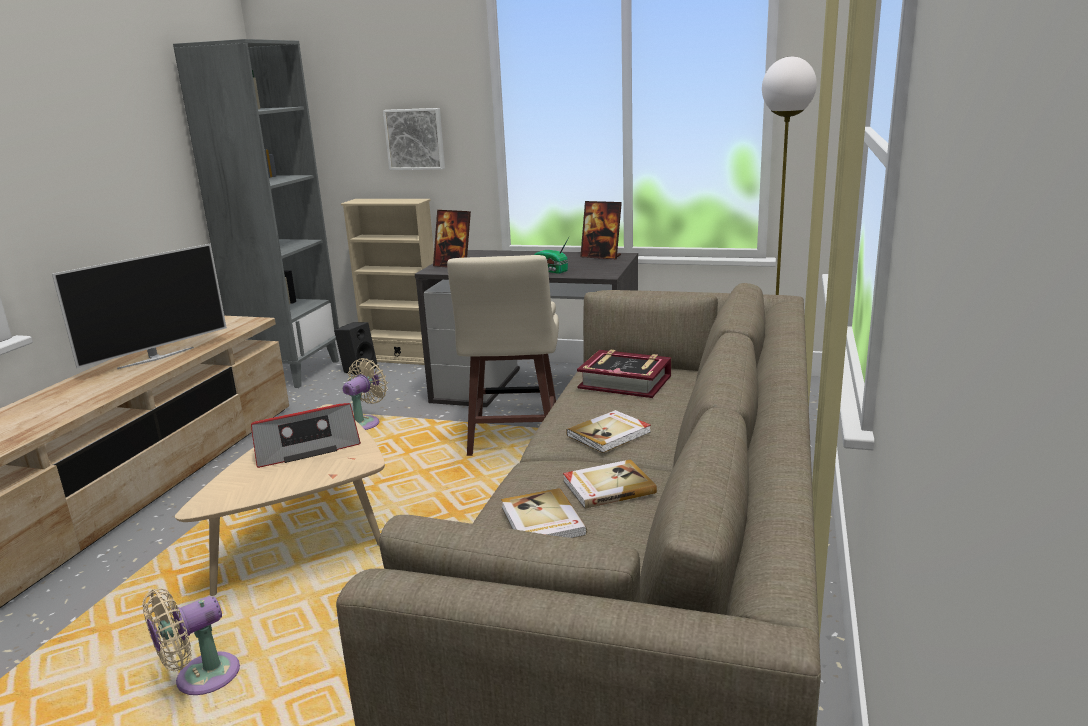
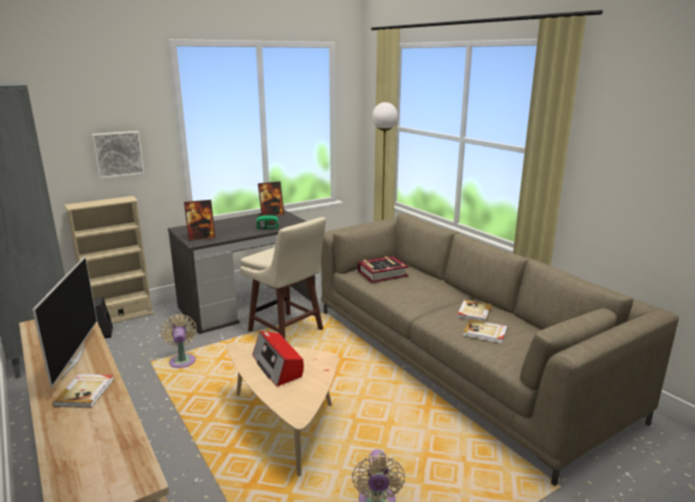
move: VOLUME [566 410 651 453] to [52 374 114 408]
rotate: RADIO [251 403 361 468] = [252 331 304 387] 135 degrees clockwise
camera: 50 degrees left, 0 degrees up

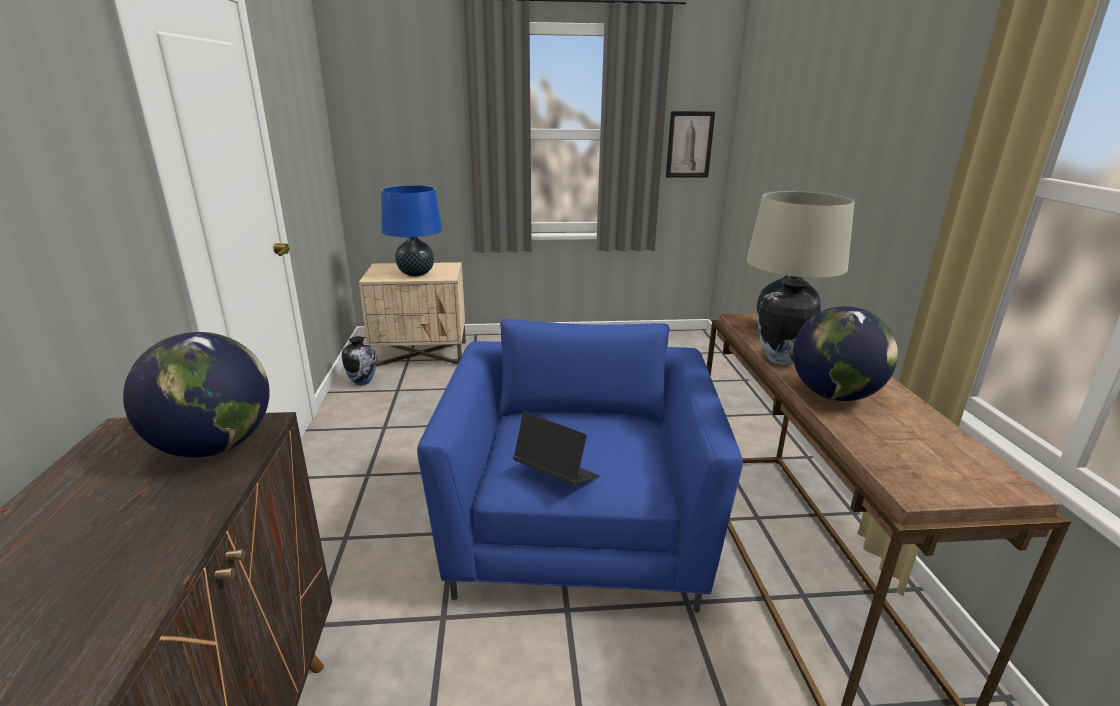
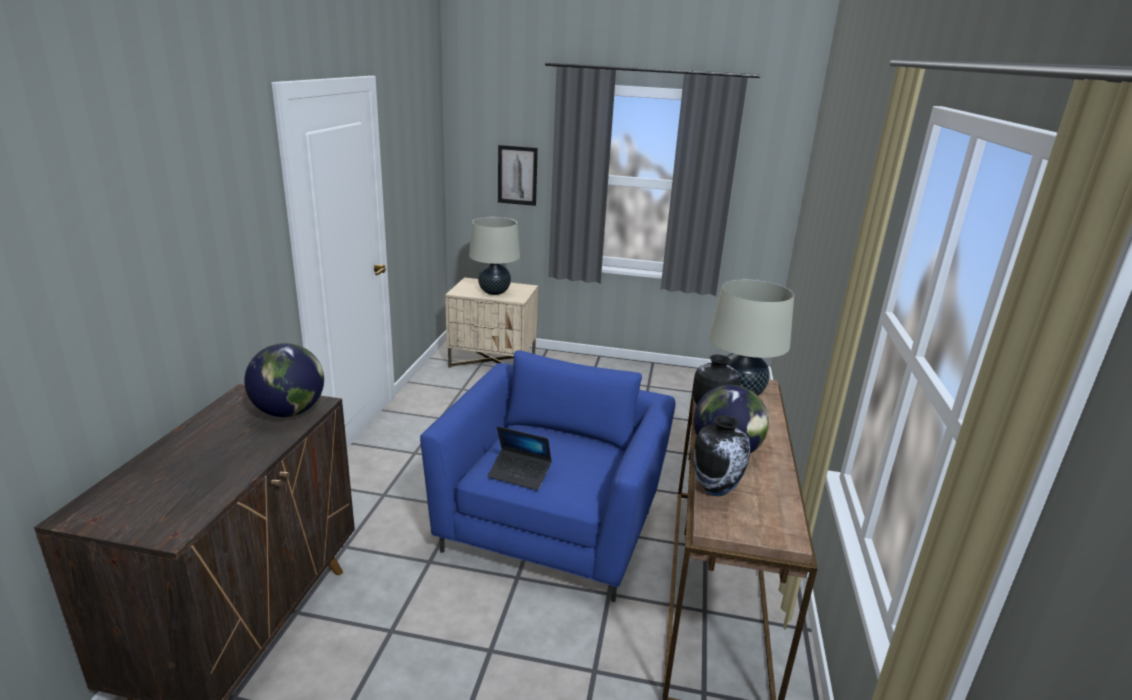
move: WALL ART [666 111 715 177] to [498 145 538 206]; VASE [342 336 377 385] to [694 415 751 496]
recolor: BLUISH TABLETOP LAMP [381 185 442 276] to BEIGE-COLOURED TABLETOP LAMP [469 217 520 295]
rotate: PORTABLE COMPUTER [513 412 600 486] = [488 426 552 490] 150 degrees clockwise
camera: 15 degrees right, 0 degrees up

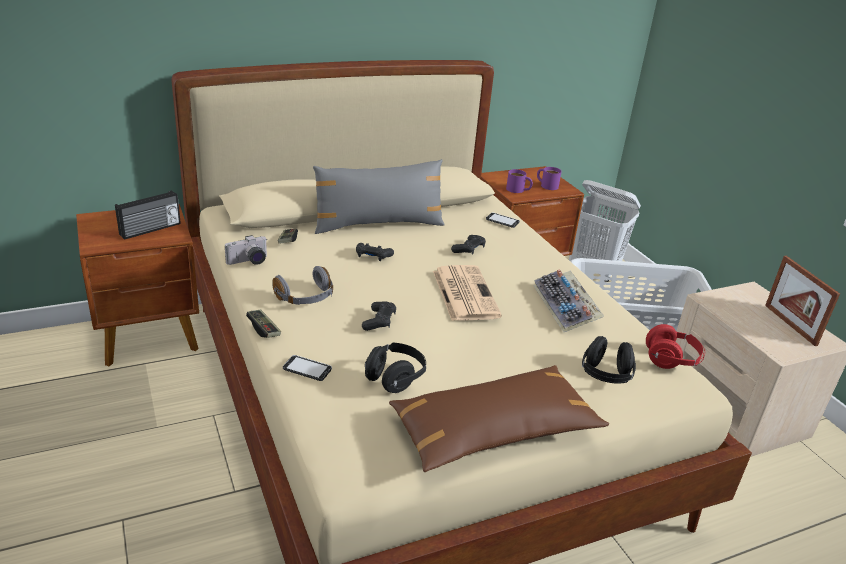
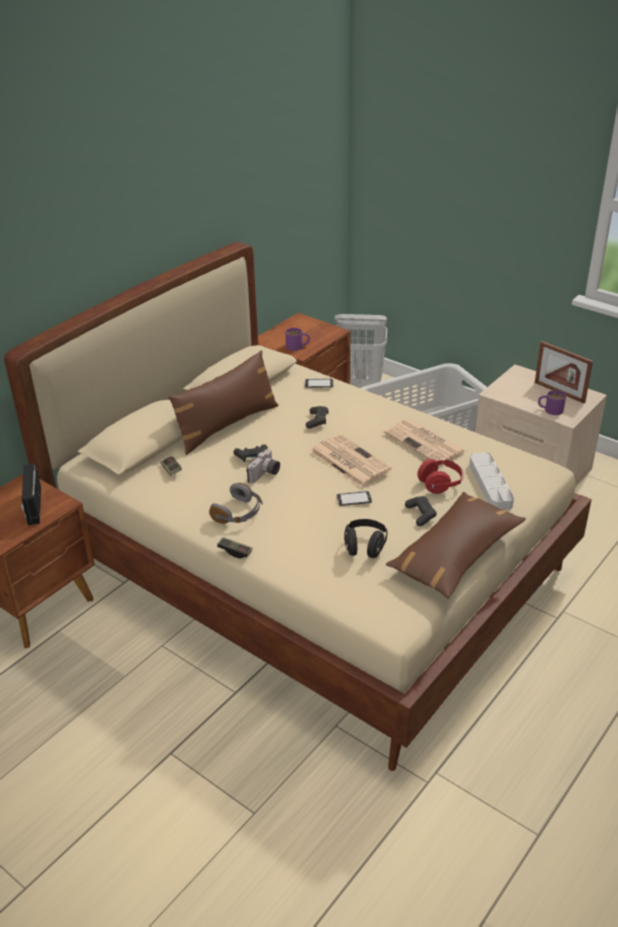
move: PURPLE-COLOURED MUG [537 167 562 190] to [538 390 566 415]; PHOTO CAMERA [225 235 267 265] to [246 449 280 484]; BLACKISH GAMEPAD [362 302 396 331] to [405 496 437 526]; REDDISH HEADSET [646 324 705 369] to [417 459 464 494]; TELEPHONE [283 355 332 381] to [336 491 372 506]
replace: COMPUTER KEYBOARD [534 269 604 332] to NEWSPAPER [384 418 466 466]; BLACKISH HEADSET [582 336 636 384] to GREY TRAY [469 452 514 510]
recolor: GREY CUSHION [313 159 445 234] to BROWNISH CUSHION [168 350 279 455]
rotate: RADIO [115 190 181 240] = [21 463 41 526] 150 degrees clockwise
camera: 25 degrees left, 5 degrees up

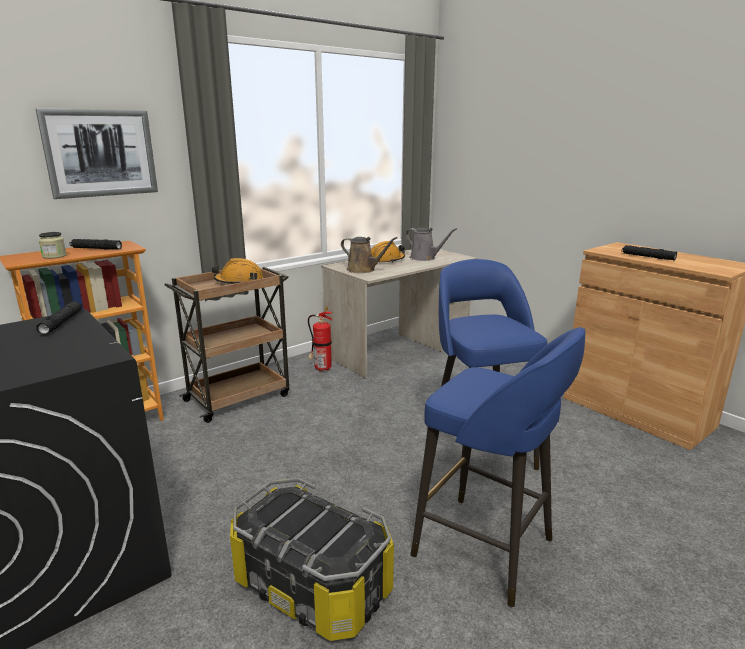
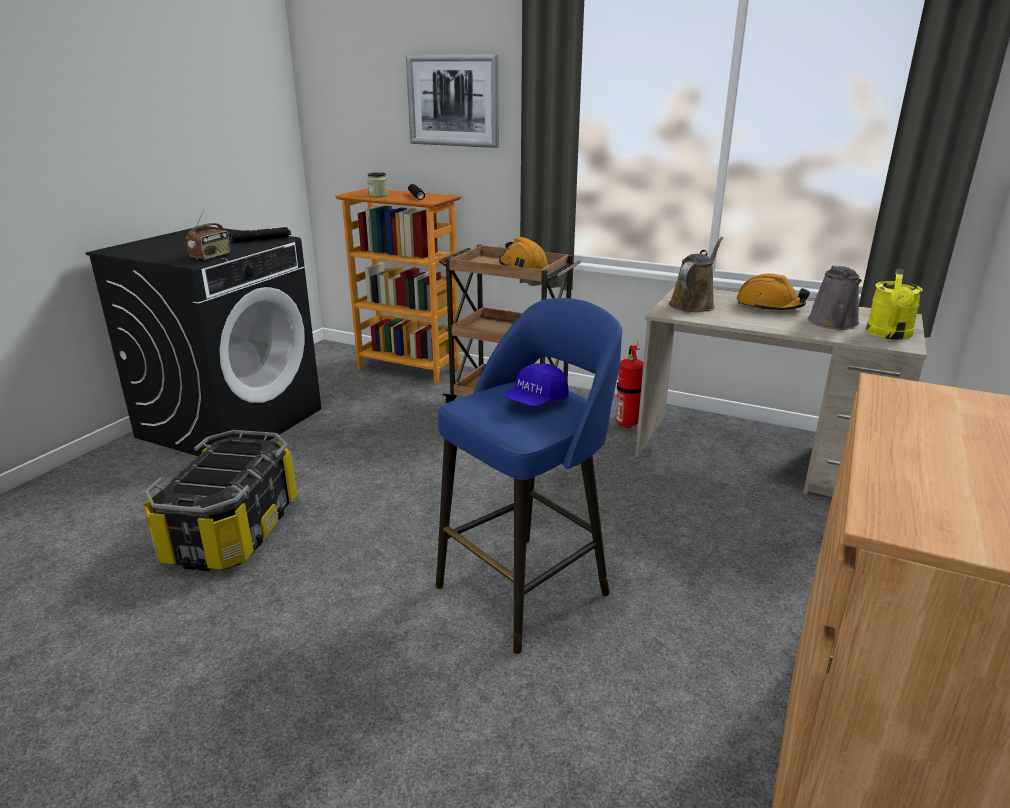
delete: BLACKISH FLASHLIGHT [622 245 677 260]; BLUISH STOOL SEAT [411 327 585 607]
insert: RADIO [186 210 230 260]; YELLOW SPRINKLING CAN [866 269 923 340]; BLUISH PEAKED CAP [503 363 568 407]
rotate: BROWNISH SPRINKLING CAN [341 237 398 273] = [669 237 723 312] 150 degrees counterclockwise
camera: 65 degrees right, 5 degrees up

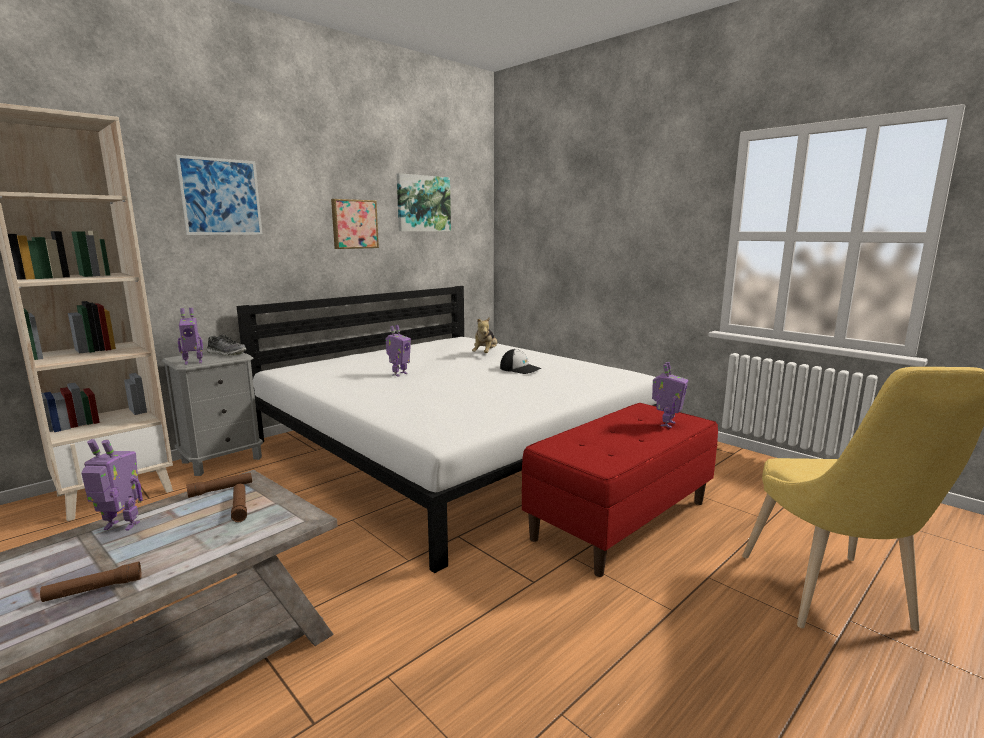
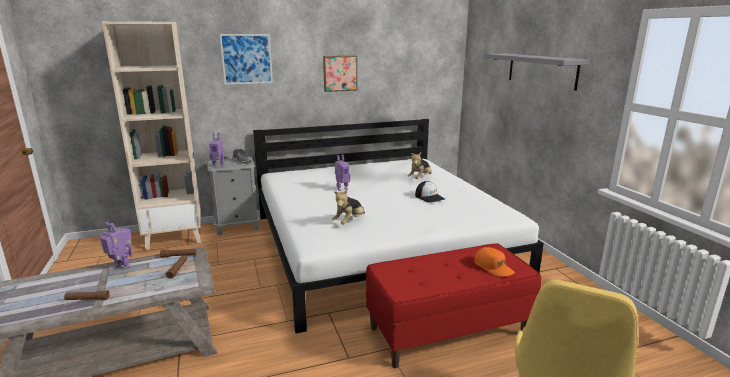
delete: WALL ART [397 173 451 231]
insert: GREY WALL SHELF [484 54 590 91]; SOFT TOY [332 190 365 224]
replace: MODEL ROBOT [652 362 688 428] to ORANGEY PEAKED CAP [475 247 515 277]
camera: 25 degrees right, 5 degrees up

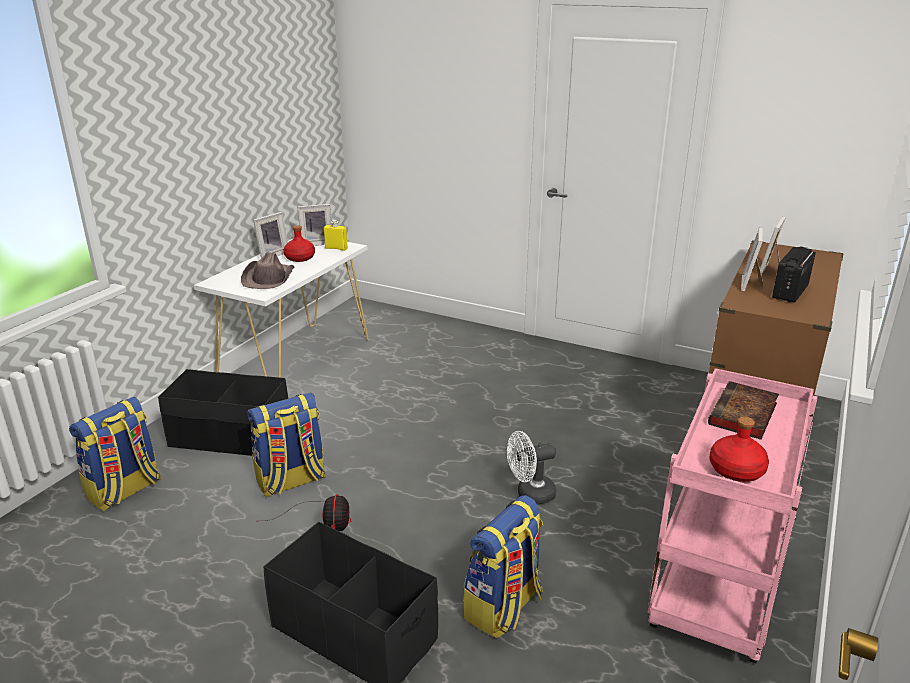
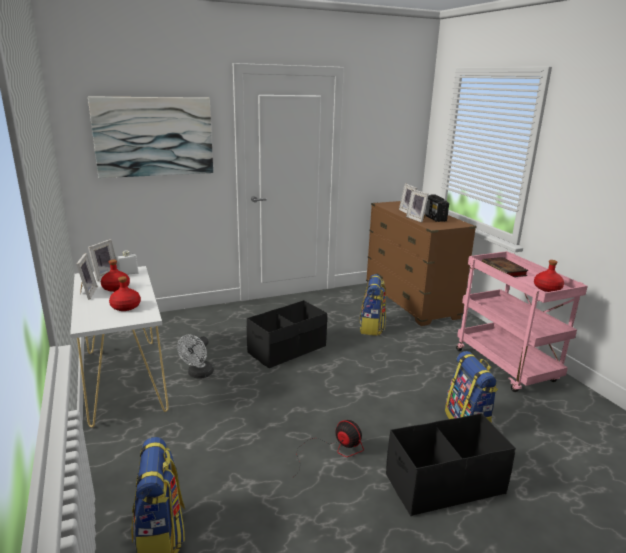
insert: WALL ART [88 96 213 178]
move: BLACKISH STORAGE BOX [158 369 288 456] to [247 300 327 368]; BACKPACK [247 393 326 497] to [359 274 386 336]; WHITE-COLOURED FAN [507 431 556 505] to [177 334 214 379]
replace: BROWNISH CLOTHING HAT [241 252 295 289] to REDDISH BEVERAGE BOTTLE [109 276 141 311]
recolor: YELLOW BEVERAGE BOTTLE [324 220 348 251] to WHITE-COLOURED BEVERAGE BOTTLE [116 250 138 275]
camera: 50 degrees left, 5 degrees down

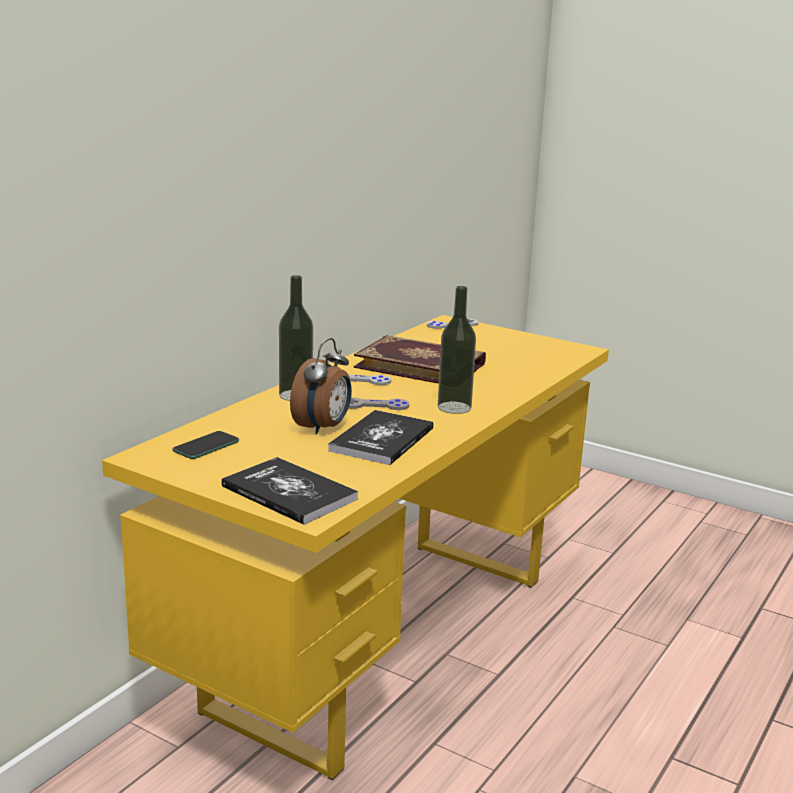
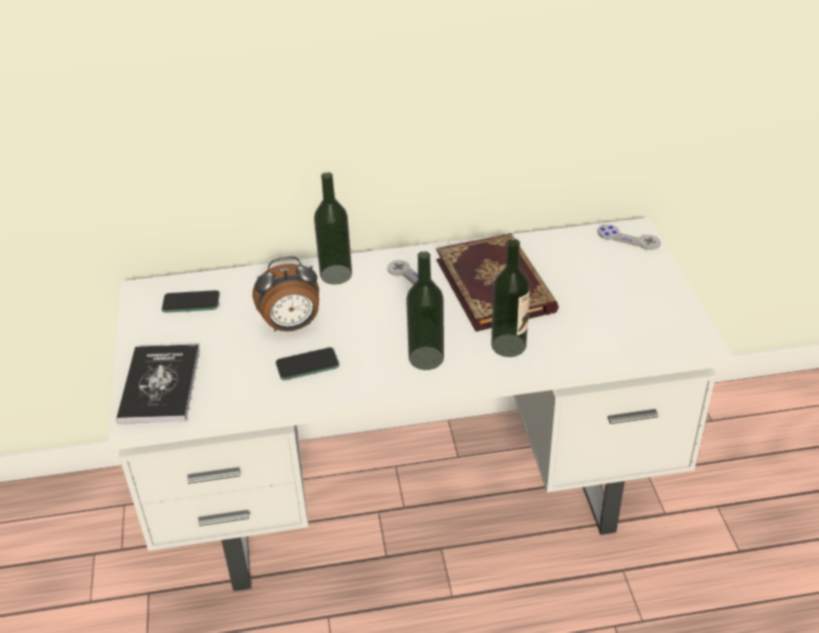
delete: GREY GAMEPAD [348 397 409 410]
insert: BEVERAGE BOTTLE [491 239 530 357]
replace: VOLUME [328 410 434 465] to TELEPHONE [276 347 339 380]
recolor: YELLOW DESK [102 315 609 780] to WHITE-COLOURED DESK [108 217 731 591]
camera: 50 degrees right, 20 degrees up

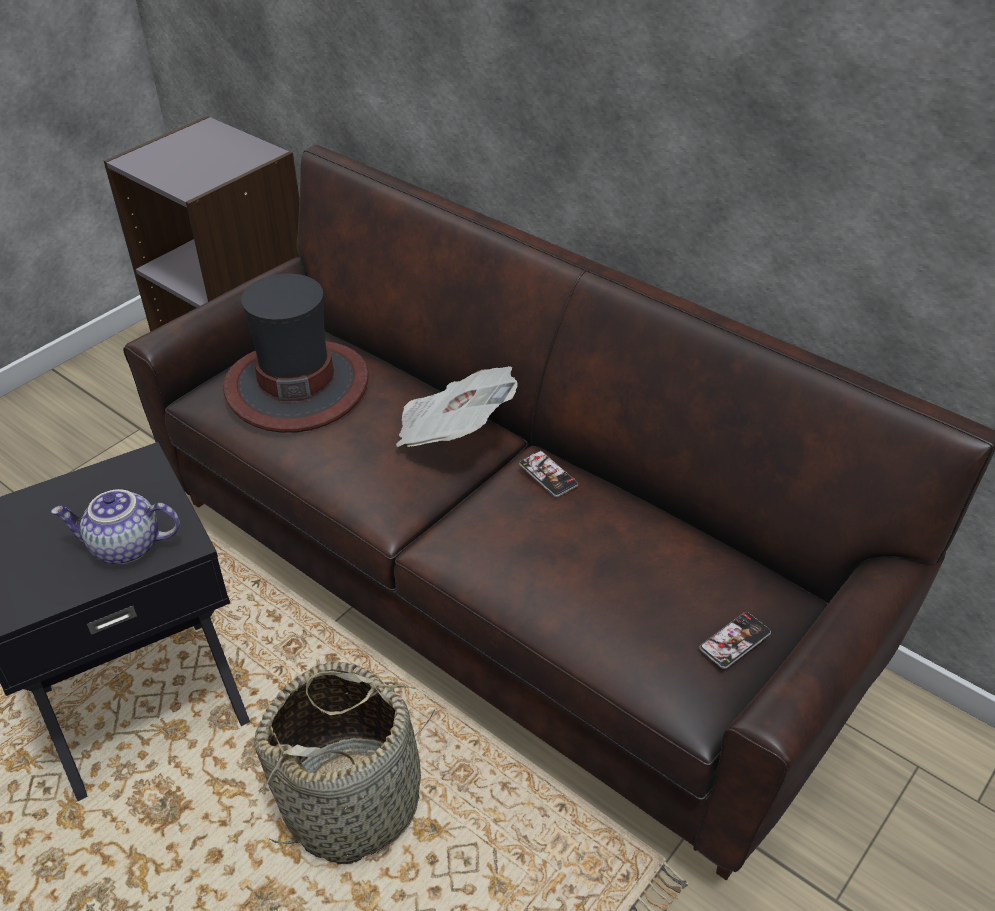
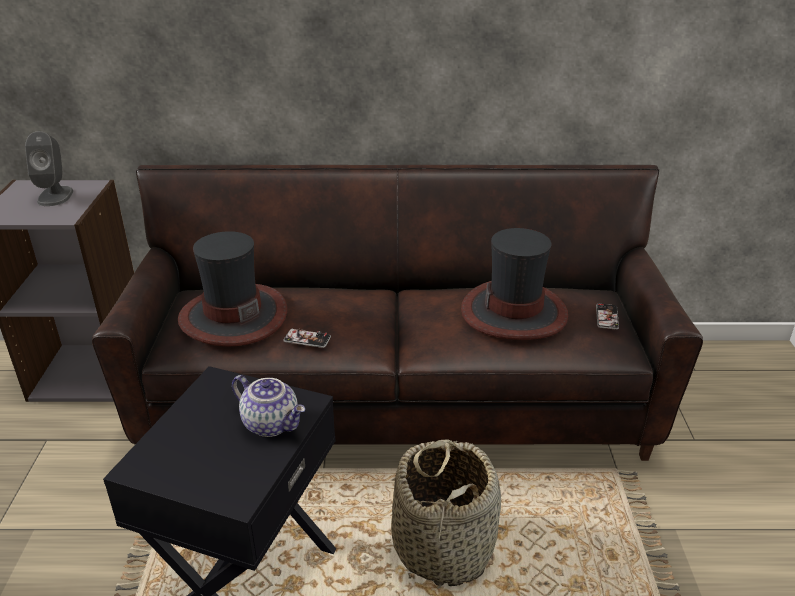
delete: NEWSPAPER [396 366 518 447]
insert: GREY LOUDSPEAKER [25 131 73 206]; CLOTHING HAT [461 228 568 340]
move: TELEPHONE [519 451 578 497] to [283 328 331 348]
rotate: TEAPOT [51 489 180 564] = [232 375 305 437] 105 degrees counterclockwise
camera: 40 degrees left, 10 degrees down

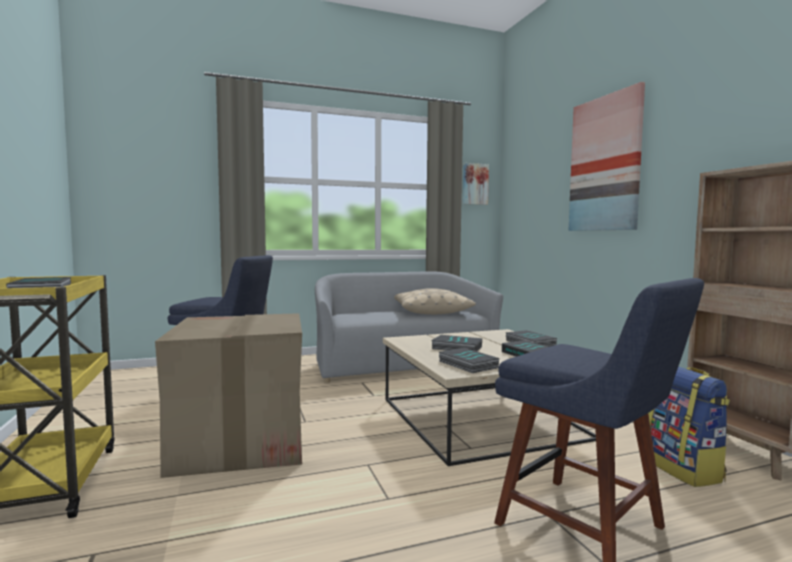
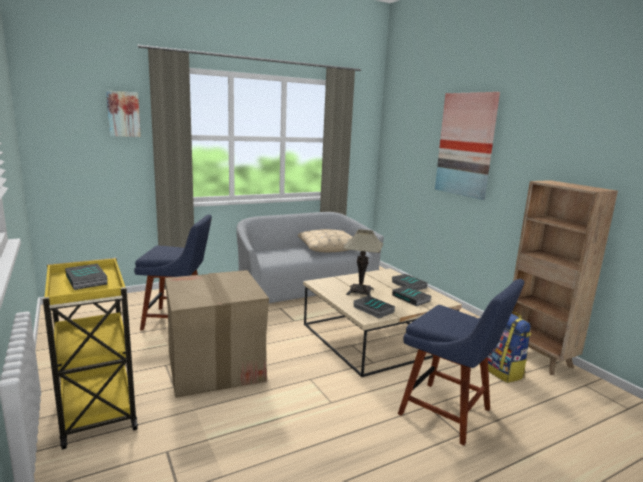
move: WALL ART [463 163 489 205] to [106 91 141 137]
replace: VOLUME [431 335 482 351] to TABLETOP LAMP [343 229 383 296]
camera: 10 degrees left, 10 degrees up

